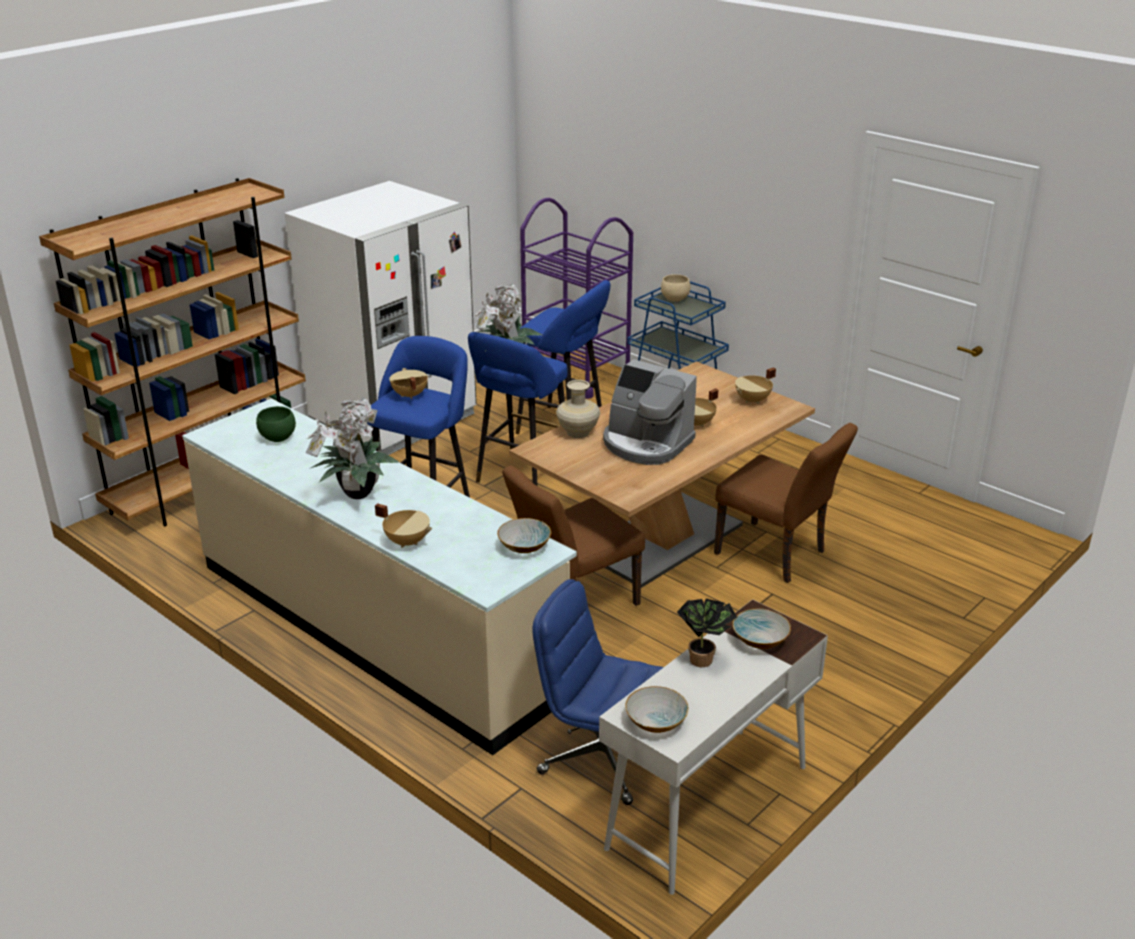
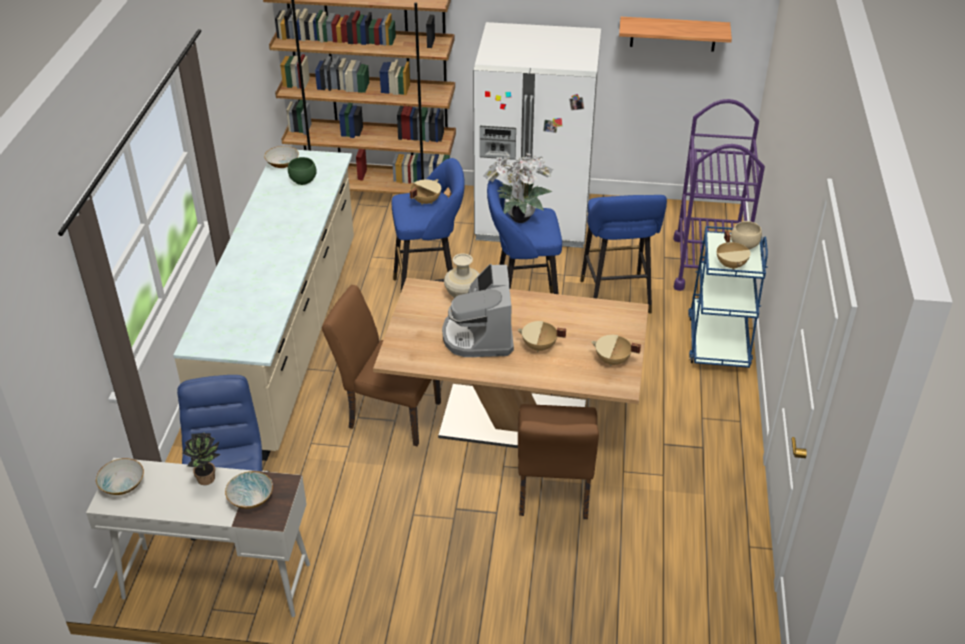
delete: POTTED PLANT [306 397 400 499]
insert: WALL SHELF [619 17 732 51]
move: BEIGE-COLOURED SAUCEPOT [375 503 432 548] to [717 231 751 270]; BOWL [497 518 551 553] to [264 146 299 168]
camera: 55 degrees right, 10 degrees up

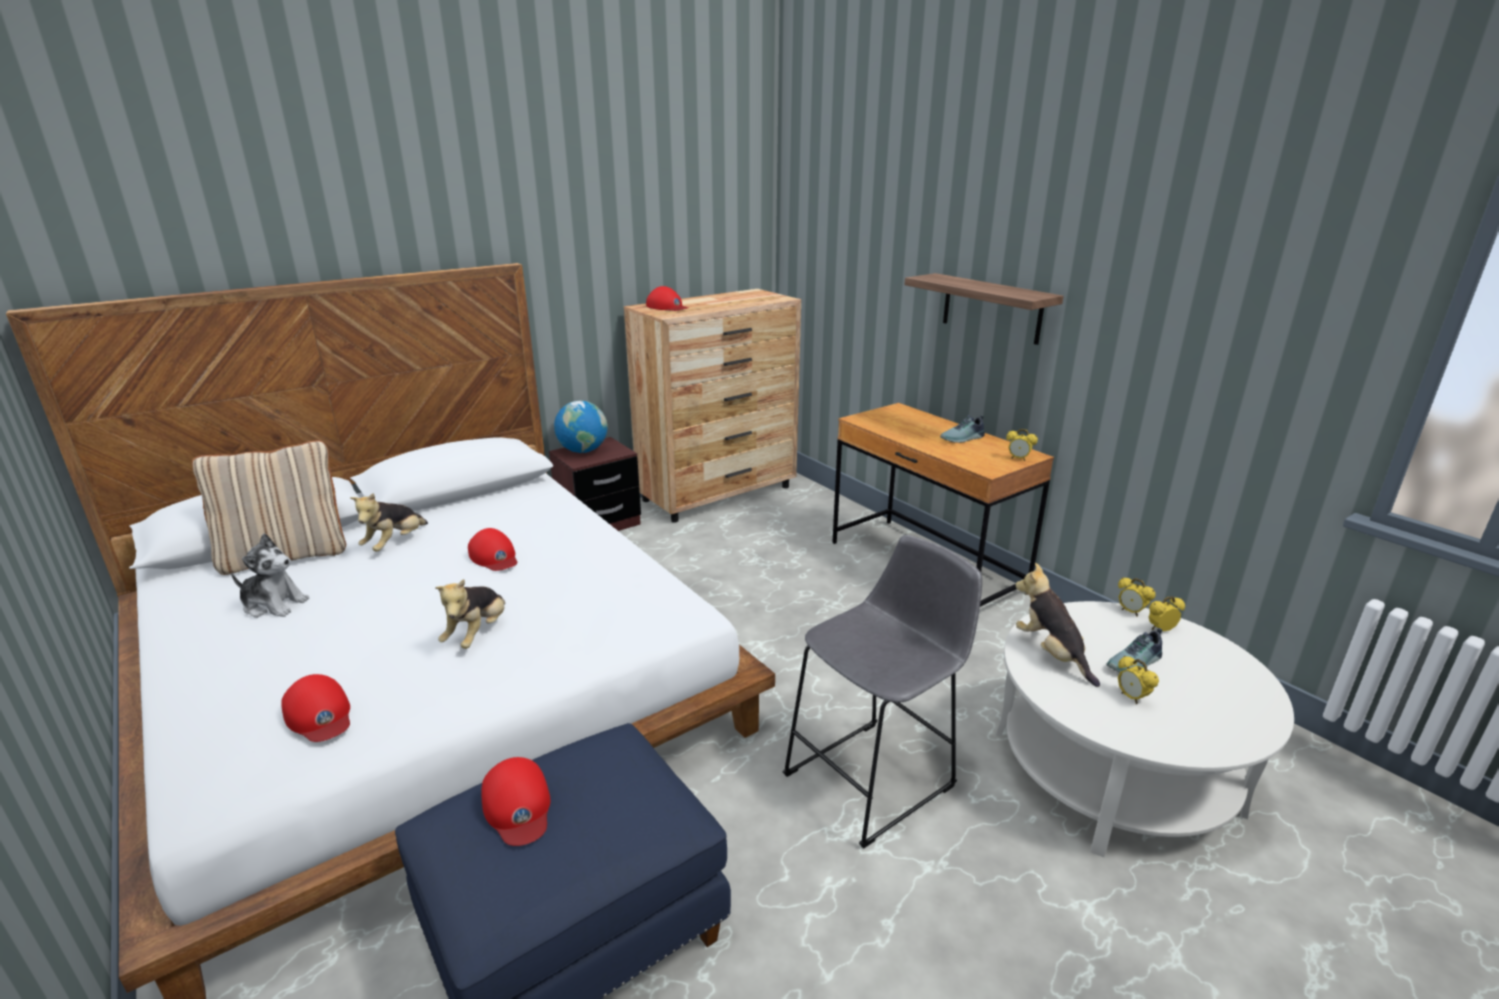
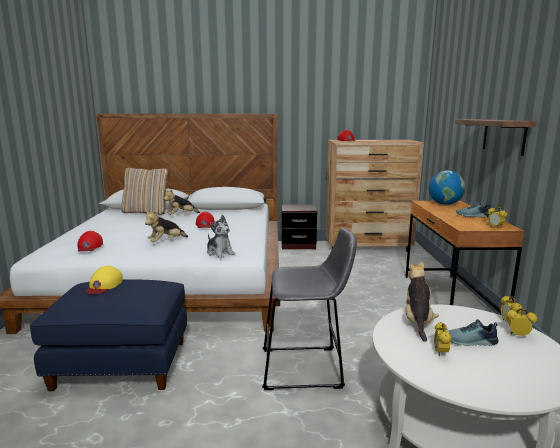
move: GLOBE [554 400 607 453] to [428 170 465 205]; SOFT TOY [231 534 309 618] to [207 215 235 258]
recolor: REDDISH PEAKED CAP [481 757 550 846] to YELLOW PEAKED CAP [86 266 123 294]
camera: 35 degrees right, 10 degrees down

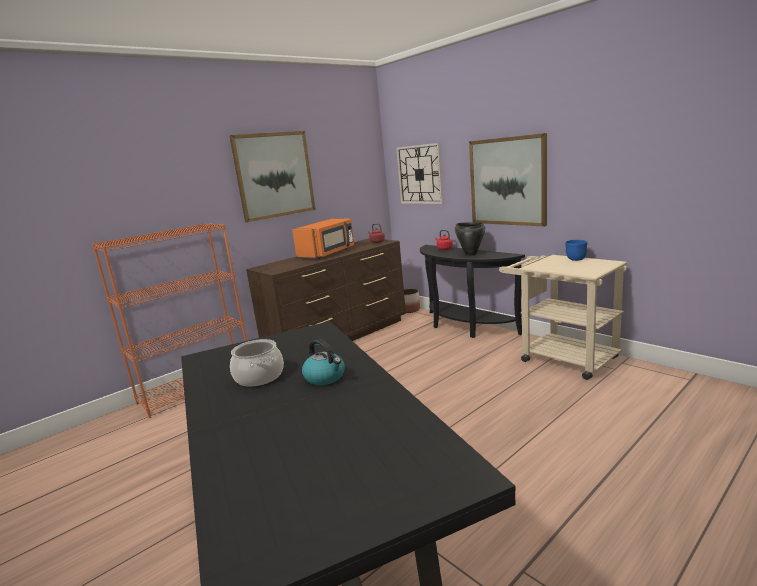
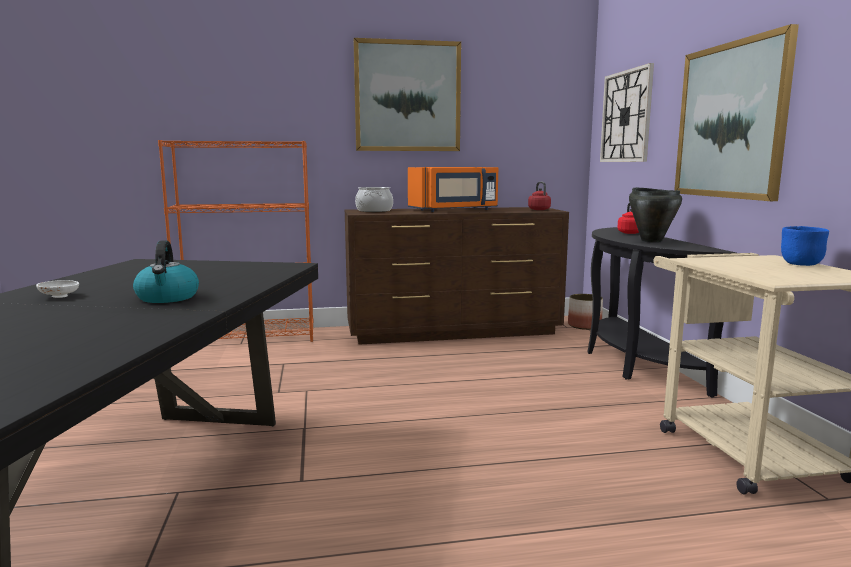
insert: WHITE-COLOURED BOWL [36 280 79 298]
move: SAUCEPOT [230 339 284 387] to [355 187 393 212]
camera: 30 degrees right, 5 degrees down

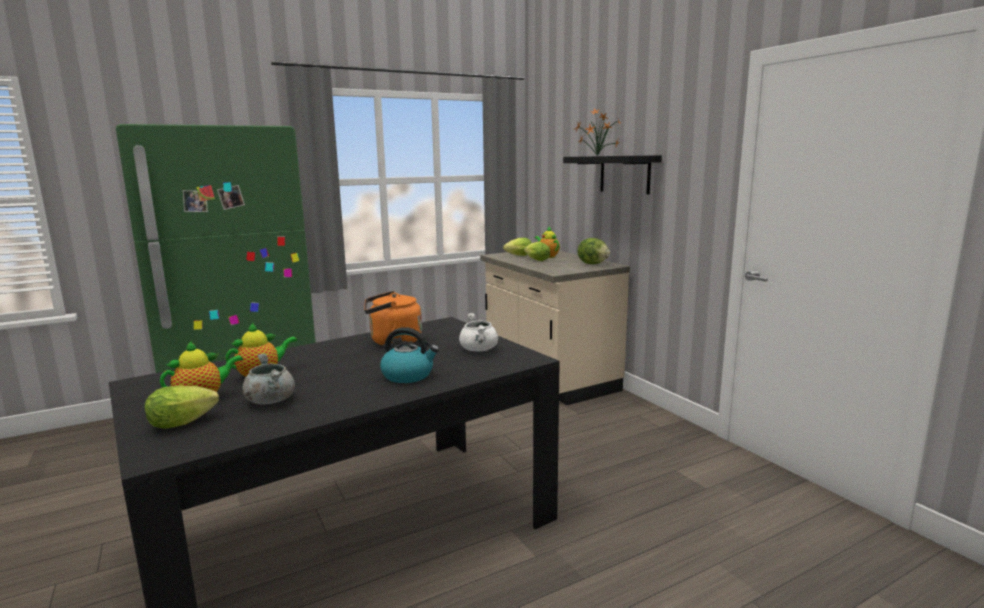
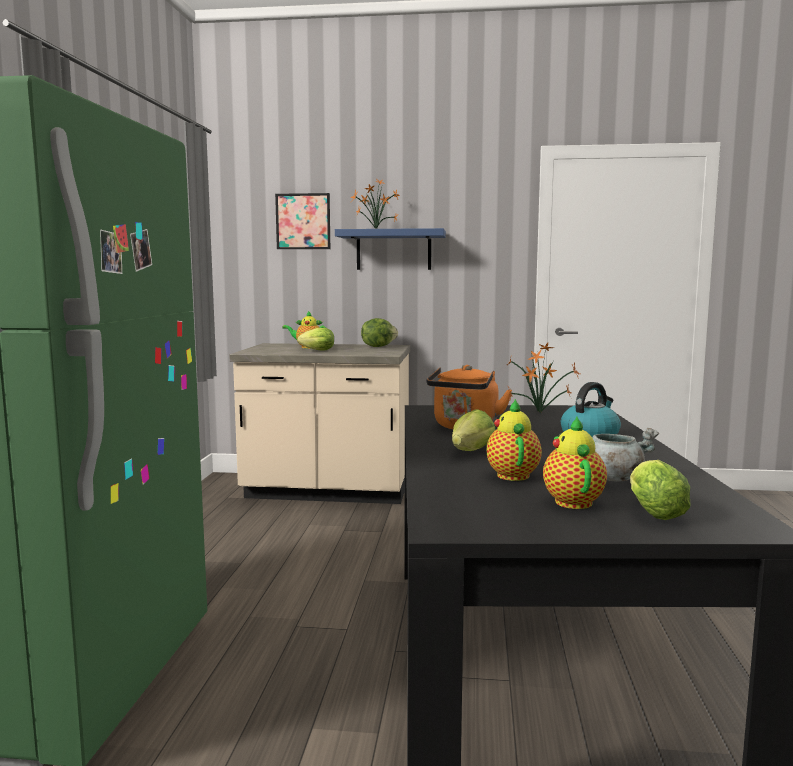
insert: WALL ART [275 193 330 249]
move: LETTUCE [503 238 532 256] to [452 409 496 451]
replace: WHITE-COLOURED SAUCEPOT [459 313 498 351] to POTTED PLANT [507 343 581 413]
recolor: BLACKISH WALL SHELF [563 155 662 194] to BLUISH WALL SHELF [335 228 446 270]
camera: 55 degrees left, 5 degrees down

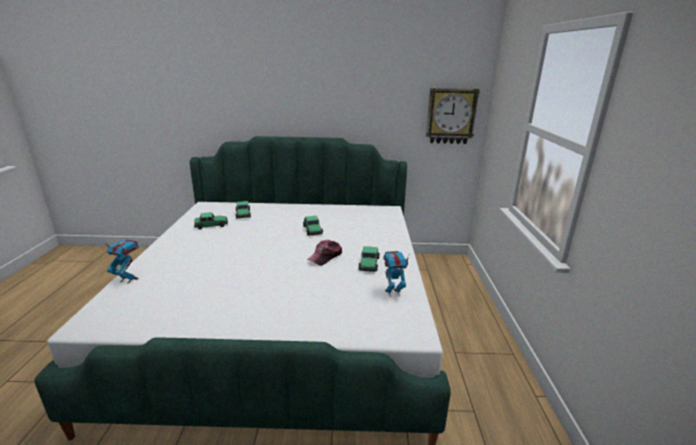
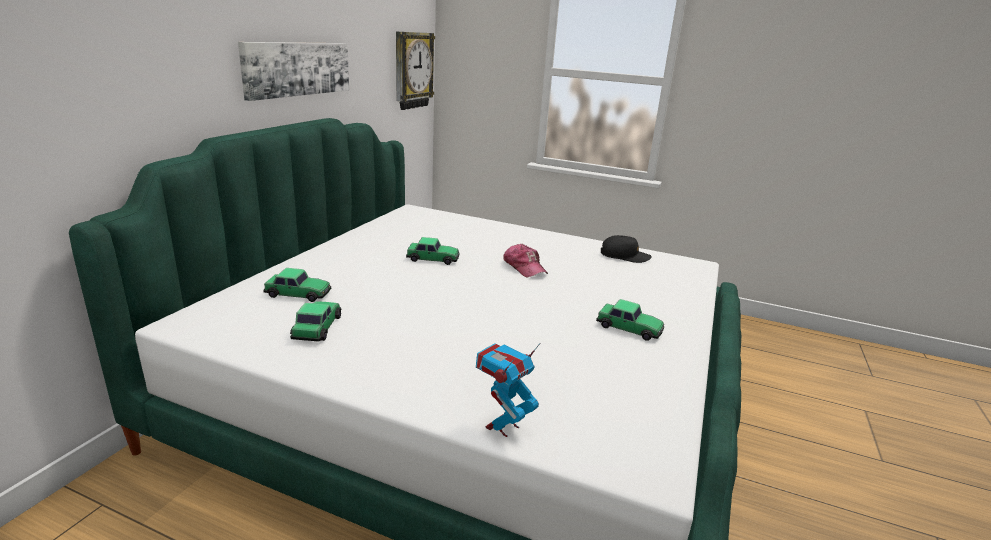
insert: WALL ART [238 42 349 101]
move: TOY CAR [359 246 380 272] to [596 299 664 341]
replace: MODEL ROBOT [383 251 410 297] to BLACKISH PEAKED CAP [601 235 652 263]
camera: 70 degrees left, 0 degrees up

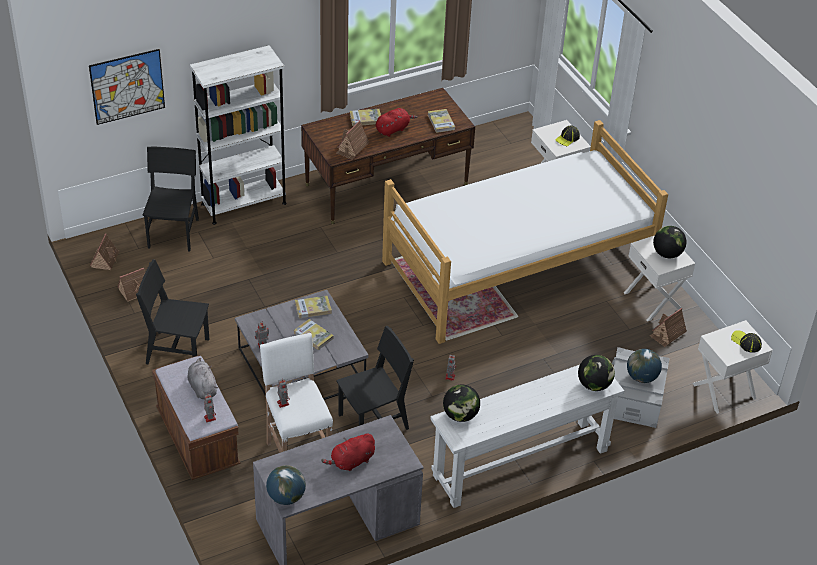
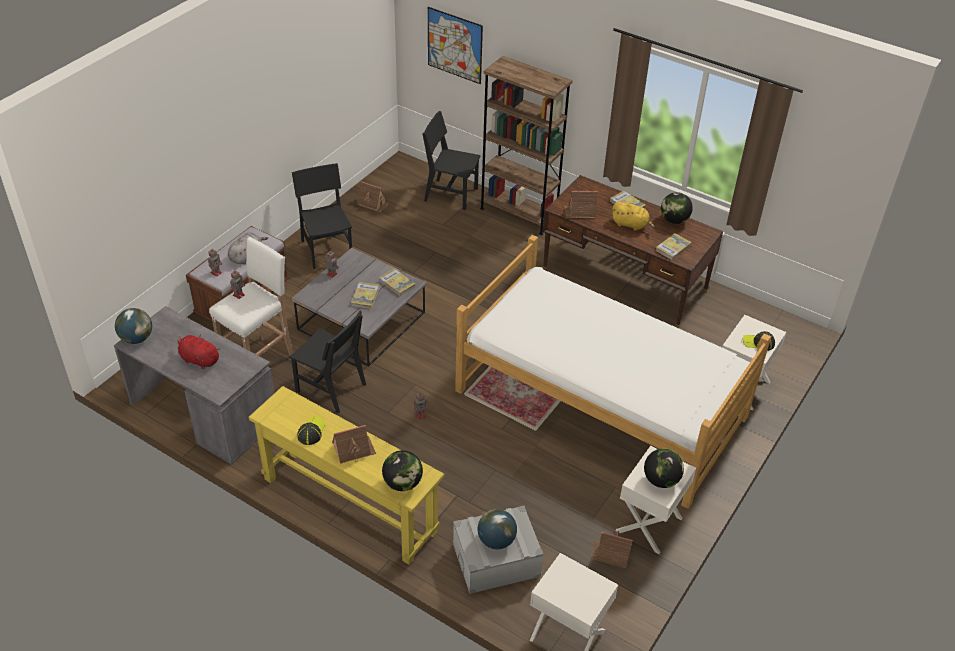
move: MINIATURE HOUSE [89 233 119 270] to [332 425 376 464]; PEAKED CAP [731 330 762 353] to [297 417 326 445]; GLOBE [443 384 480 422] to [661 192 693 224]
recolor: WHITE-COLOURED BOOKCASE [190 45 287 225] to BROWNISH BOOKCASE [480 56 573 235]; REDDISH SOFT TOY [376 108 417 137] to YELLOW SOFT TOY [612 202 655 231]; WHITE-COLOURED HALL TABLE [430 365 624 508] to YELLOW HALL TABLE [249 386 444 565]
rotate: BLACKISH CHAIR [142 147 199 252] = [422 111 481 210] 135 degrees counterclockwise
camera: 60 degrees right, 0 degrees up

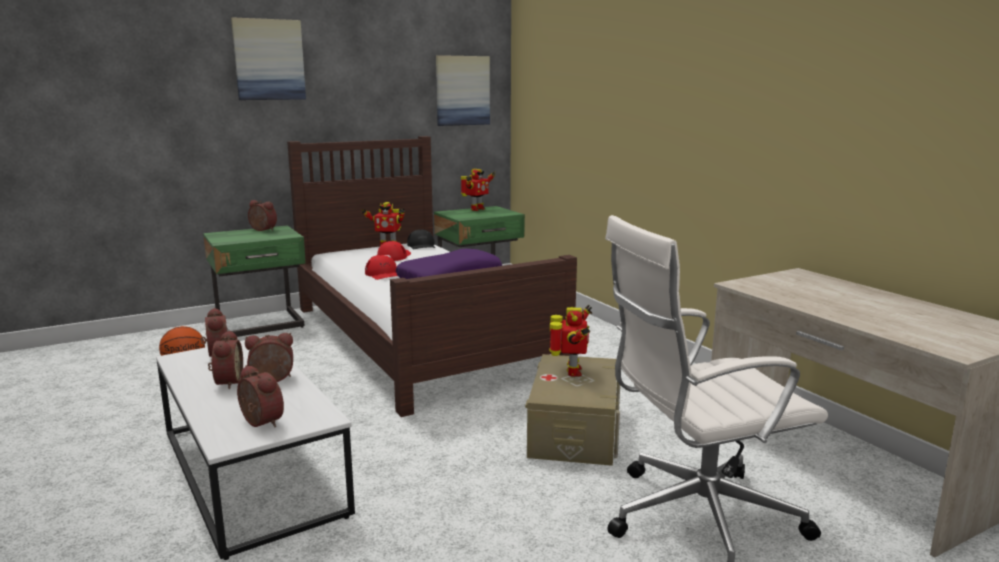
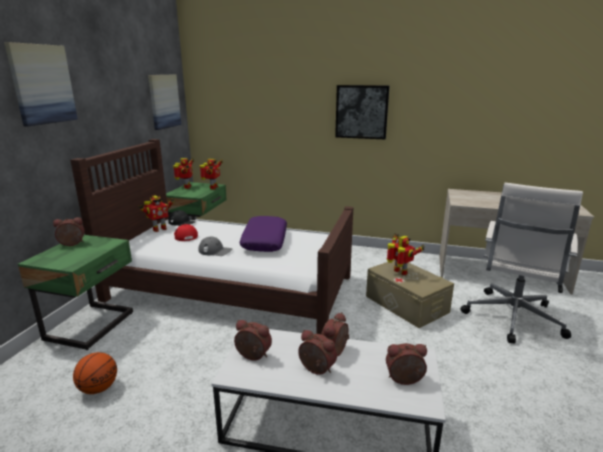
insert: WALL ART [335 85 390 139]; MODEL ROBOT [200 159 223 189]
recolor: REDDISH PEAKED CAP [365 255 398 280] to GREY PEAKED CAP [198 237 232 256]
camera: 45 degrees left, 5 degrees up

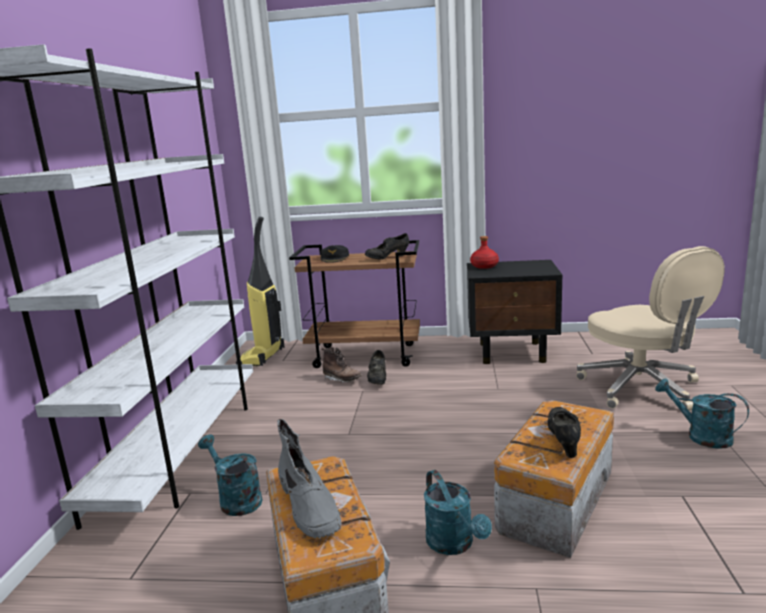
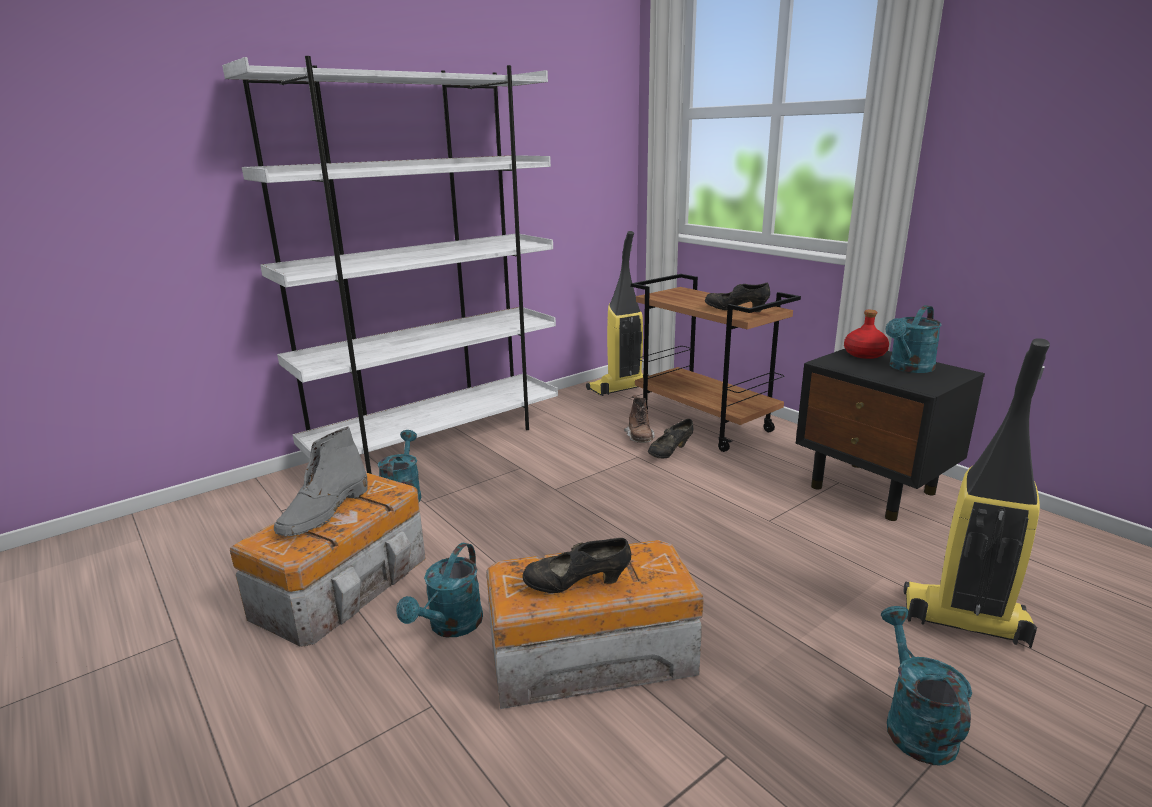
delete: BLACKISH PEAKED CAP [320 245 349 263]
insert: TURQUOISE-COLOURED SPRINKLING CAN [886 305 942 373]
replace: BEIGE-COLOURED COMPUTER CHAIR [576 246 725 411] to VACUUM [904 338 1050 648]
rotate: BLACKISH LOW SHOE [548 407 581 458] = [522 538 631 593] 150 degrees counterclockwise
camera: 45 degrees right, 5 degrees up

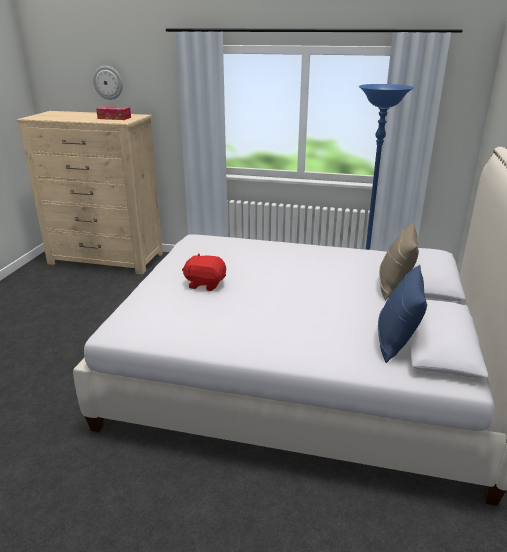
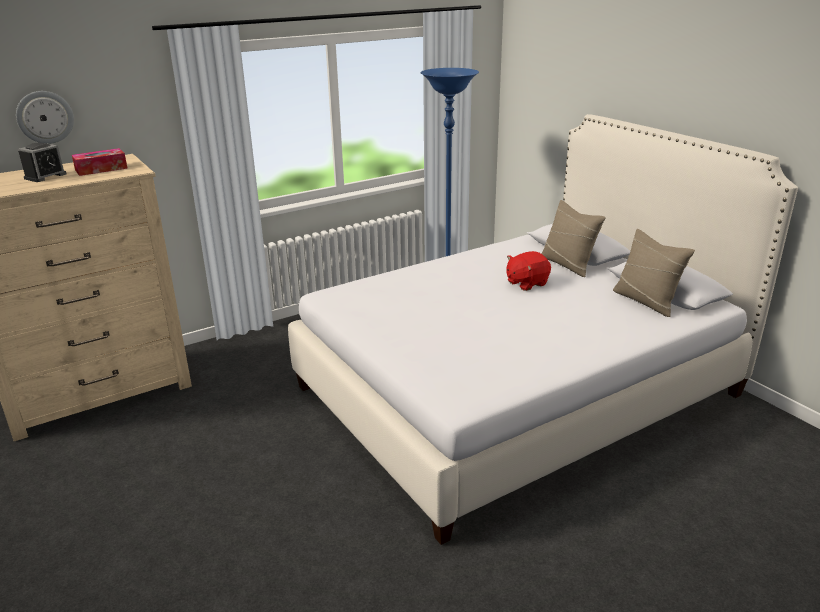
insert: BEDSIDE CLOCK [18 143 67 182]
move: REDDISH SOFT TOY [182 254 226 291] to [506 251 551 291]
recolor: BLUISH CUSHION [378 265 427 363] to BEIGE-COLOURED CUSHION [613 229 695 317]
camera: 45 degrees left, 0 degrees up

